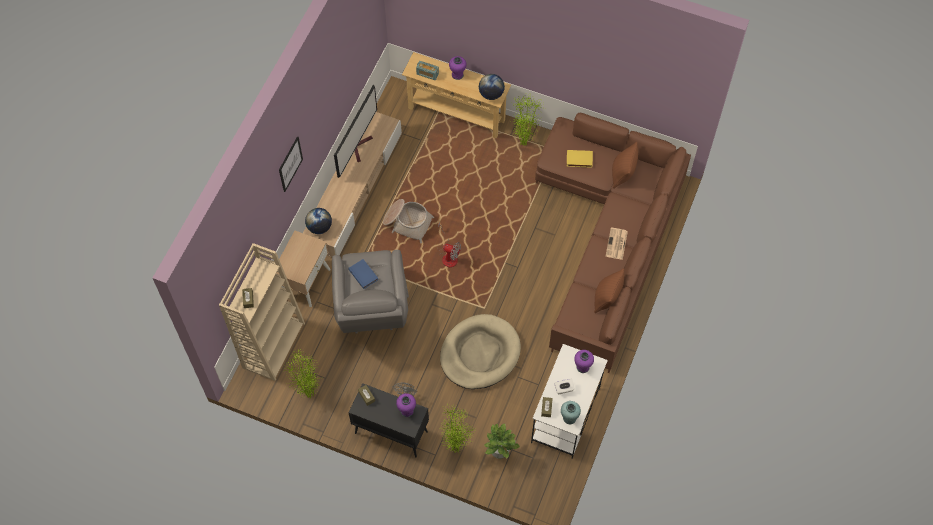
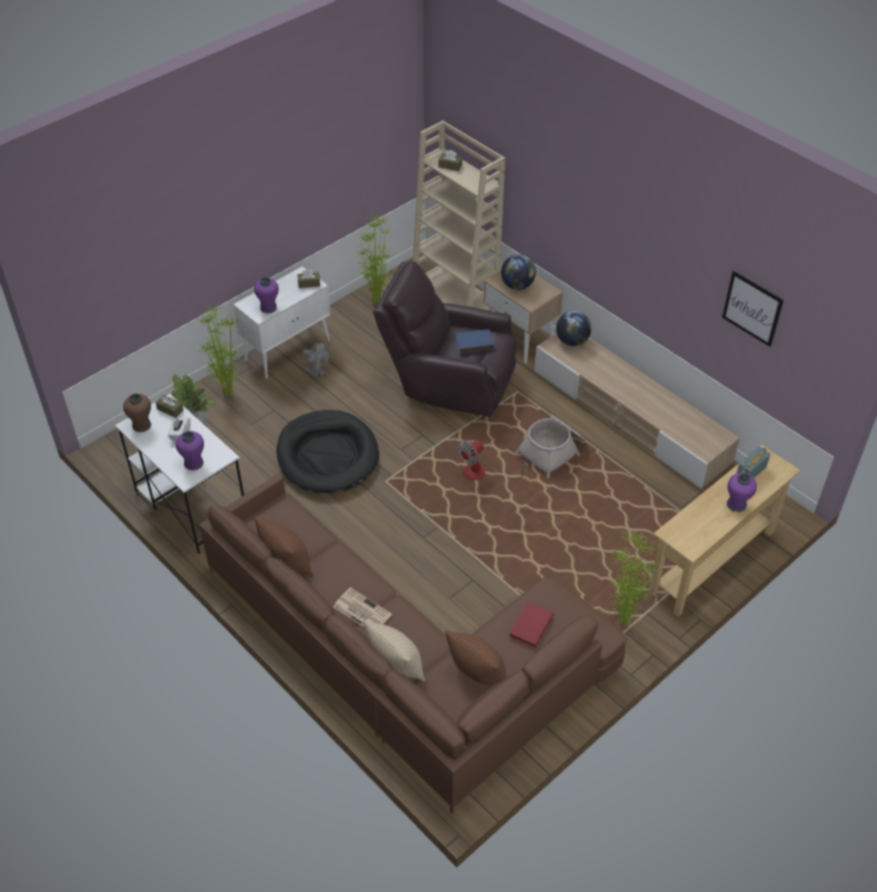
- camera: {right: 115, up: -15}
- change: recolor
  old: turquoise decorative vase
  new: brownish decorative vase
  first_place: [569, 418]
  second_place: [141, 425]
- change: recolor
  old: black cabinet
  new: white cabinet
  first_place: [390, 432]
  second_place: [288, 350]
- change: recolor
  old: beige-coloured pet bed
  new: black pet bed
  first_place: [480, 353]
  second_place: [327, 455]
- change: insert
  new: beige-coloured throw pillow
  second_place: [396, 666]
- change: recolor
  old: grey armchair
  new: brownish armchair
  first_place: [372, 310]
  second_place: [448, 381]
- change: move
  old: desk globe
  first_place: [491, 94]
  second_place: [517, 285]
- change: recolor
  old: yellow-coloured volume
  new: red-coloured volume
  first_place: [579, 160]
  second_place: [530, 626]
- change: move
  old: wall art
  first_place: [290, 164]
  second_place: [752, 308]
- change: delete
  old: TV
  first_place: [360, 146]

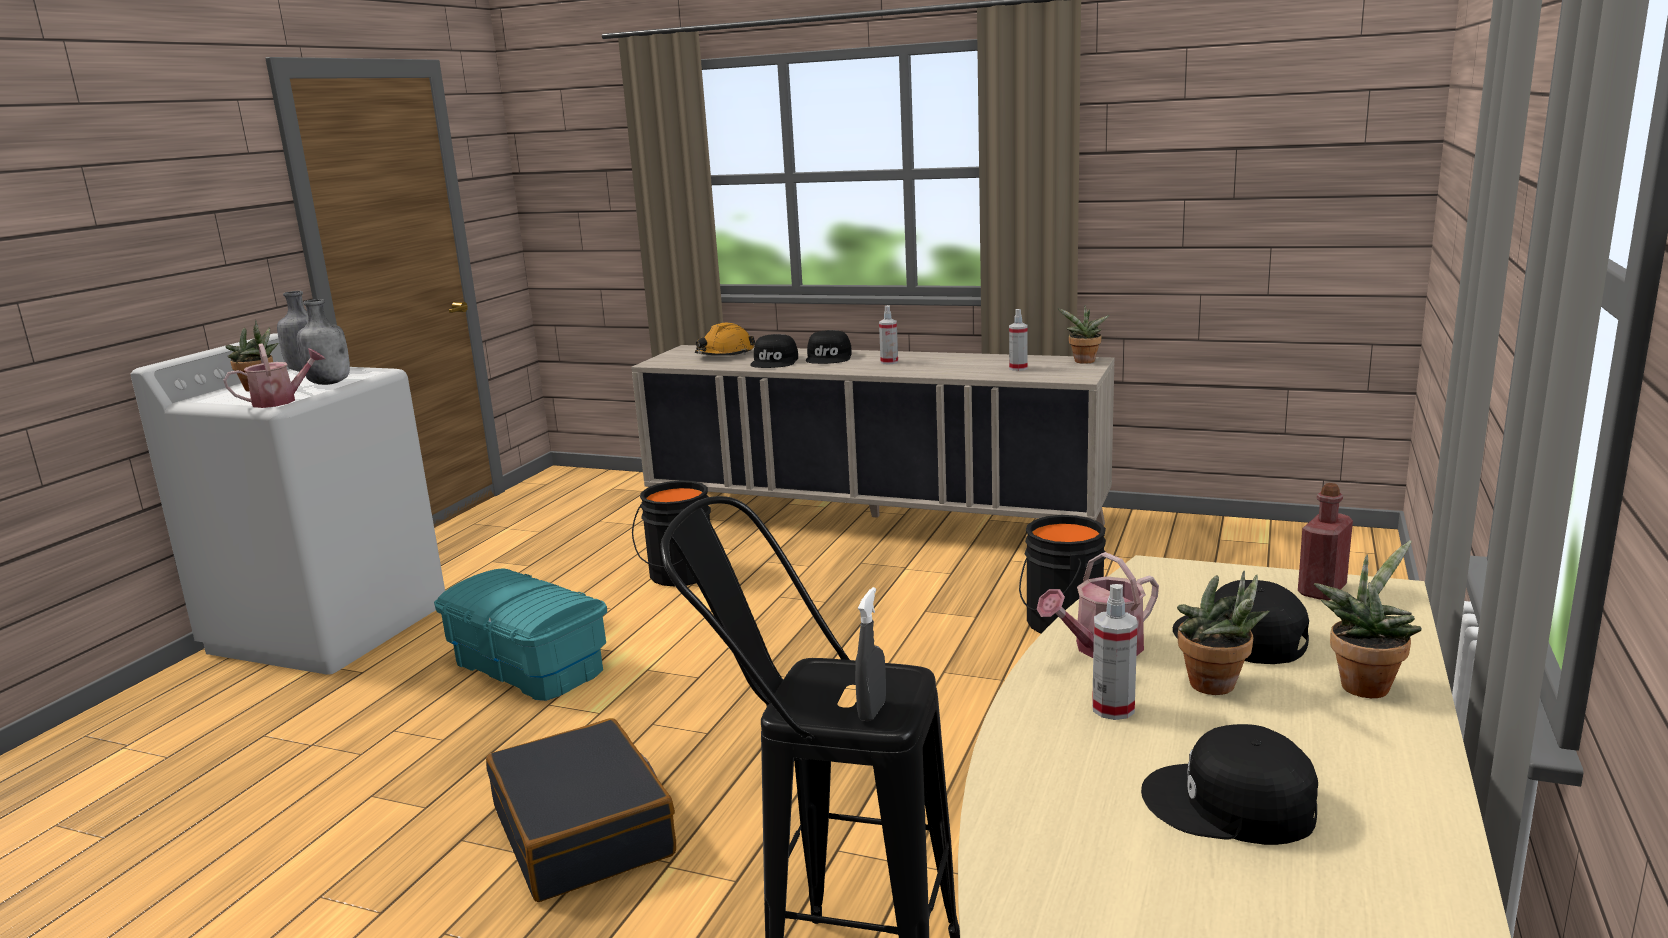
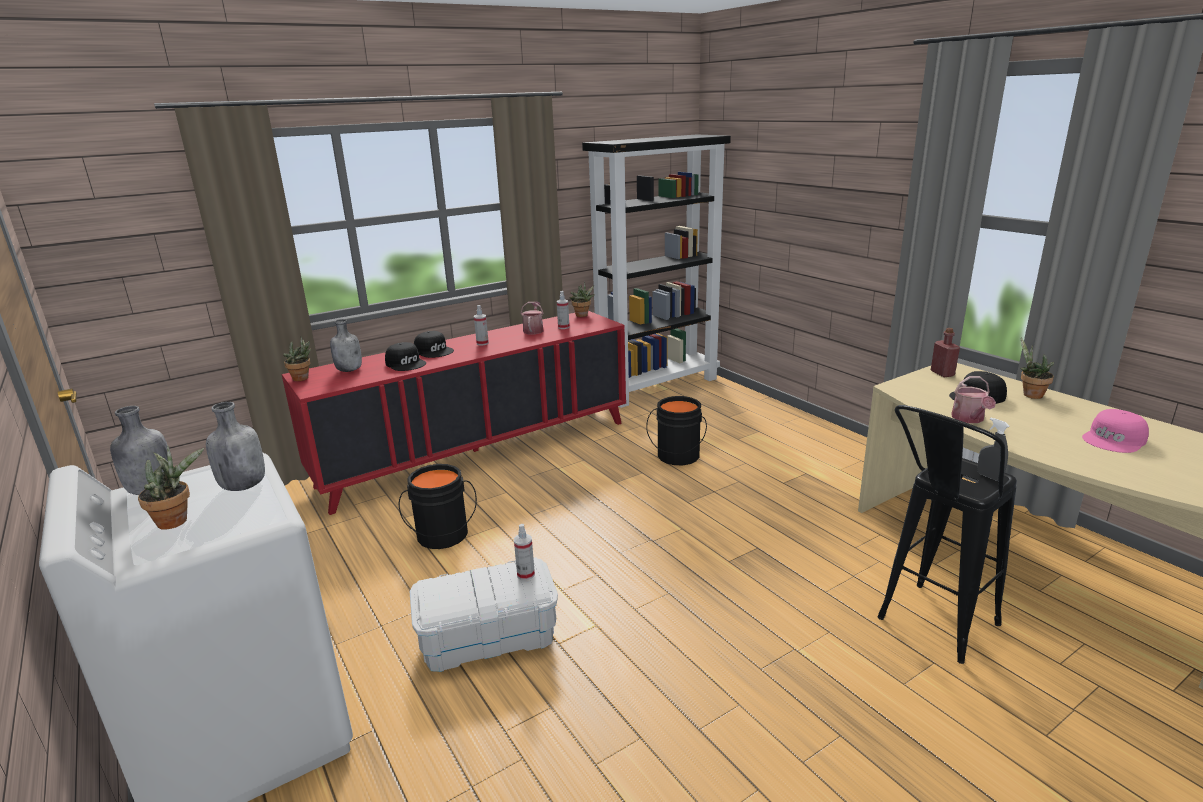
- camera: {right: -55, up: 5}
- change: recolor
  old: beige-coloured cabinet
  new: red-coloured cabinet
  first_place: [872, 519]
  second_place: [477, 453]
- change: move
  old: potted plant
  first_place: [1218, 687]
  second_place: [303, 378]
- change: replace
  old: orangey work helmet
  new: grey bottle
  first_place: [725, 355]
  second_place: [350, 370]
- change: recolor
  old: turquoise storage bin
  new: white storage bin
  first_place: [527, 666]
  second_place: [488, 638]
- change: move
  old: spray bottle
  first_place: [1113, 709]
  second_place: [525, 574]
- change: move
  old: sprinkling can
  first_place: [281, 401]
  second_place: [533, 330]
- change: insert
  new: black bookcase
  second_place: [658, 386]
- change: recolor
  old: black cap
  new: pink-coloured cap
  first_place: [1230, 805]
  second_place: [1115, 440]
- change: delete
  old: black suitcase
  first_place: [584, 831]

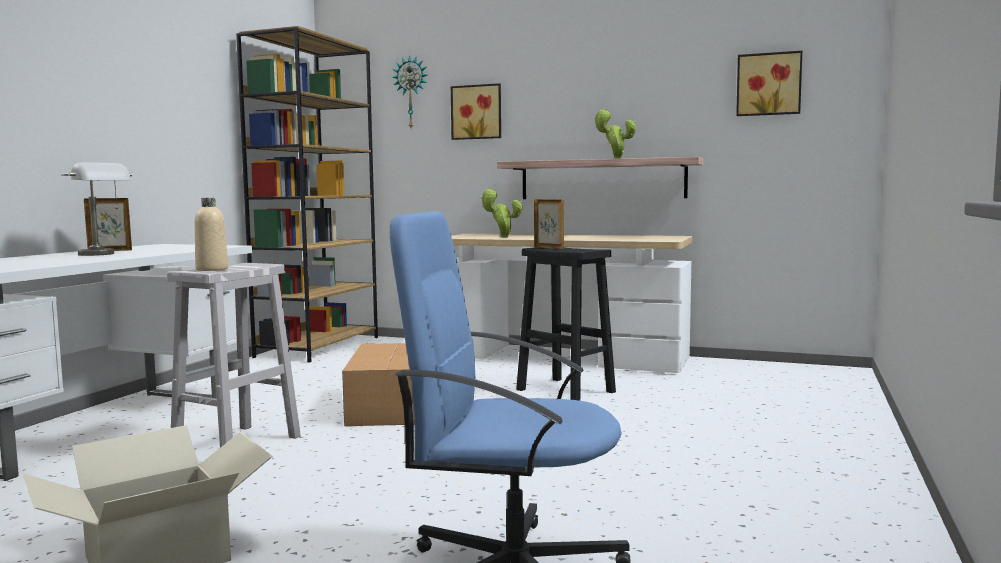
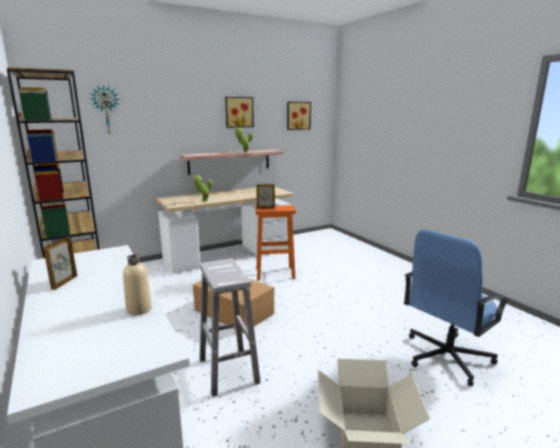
- camera: {right: -50, up: 10}
- change: move
  old: beige-coloured bottle
  first_place: [212, 269]
  second_place: [139, 309]
- change: move
  old: wall art
  first_place: [477, 112]
  second_place: [238, 112]
- change: recolor
  old: black stool
  new: orangey stool
  first_place: [564, 390]
  second_place: [274, 273]
- change: delete
  old: grey table lamp
  first_place: [103, 254]

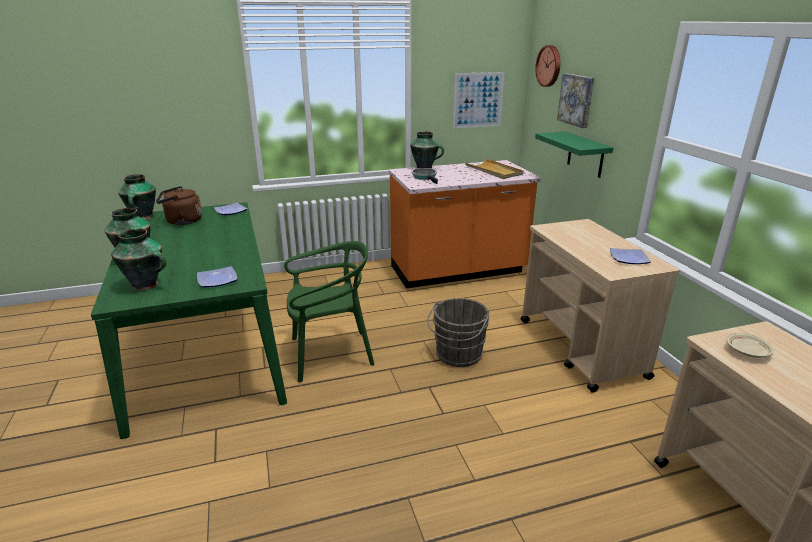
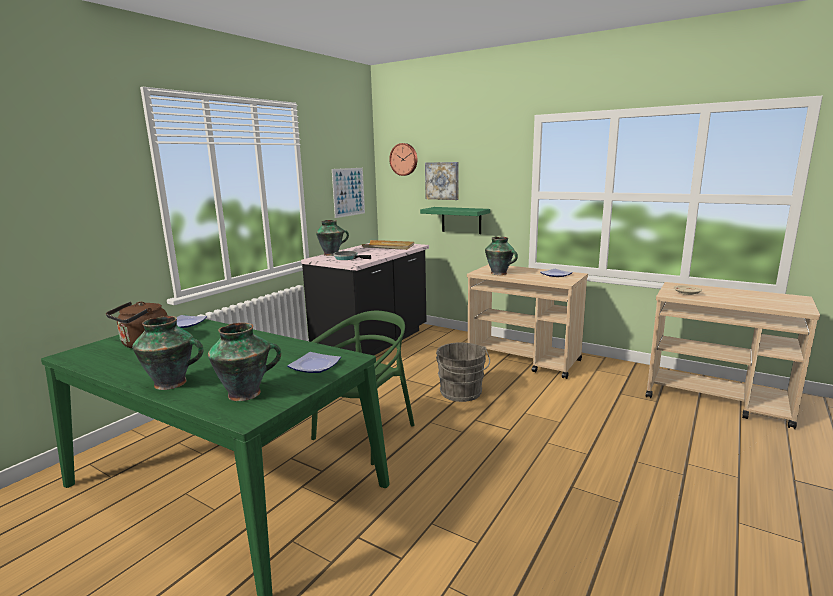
- camera: {right: -40, up: -10}
- change: recolor
  old: orangey kitchen counter
  new: black kitchen counter
  first_place: [458, 271]
  second_place: [373, 344]
- change: move
  old: decorative vase
  first_place: [143, 217]
  second_place: [499, 273]

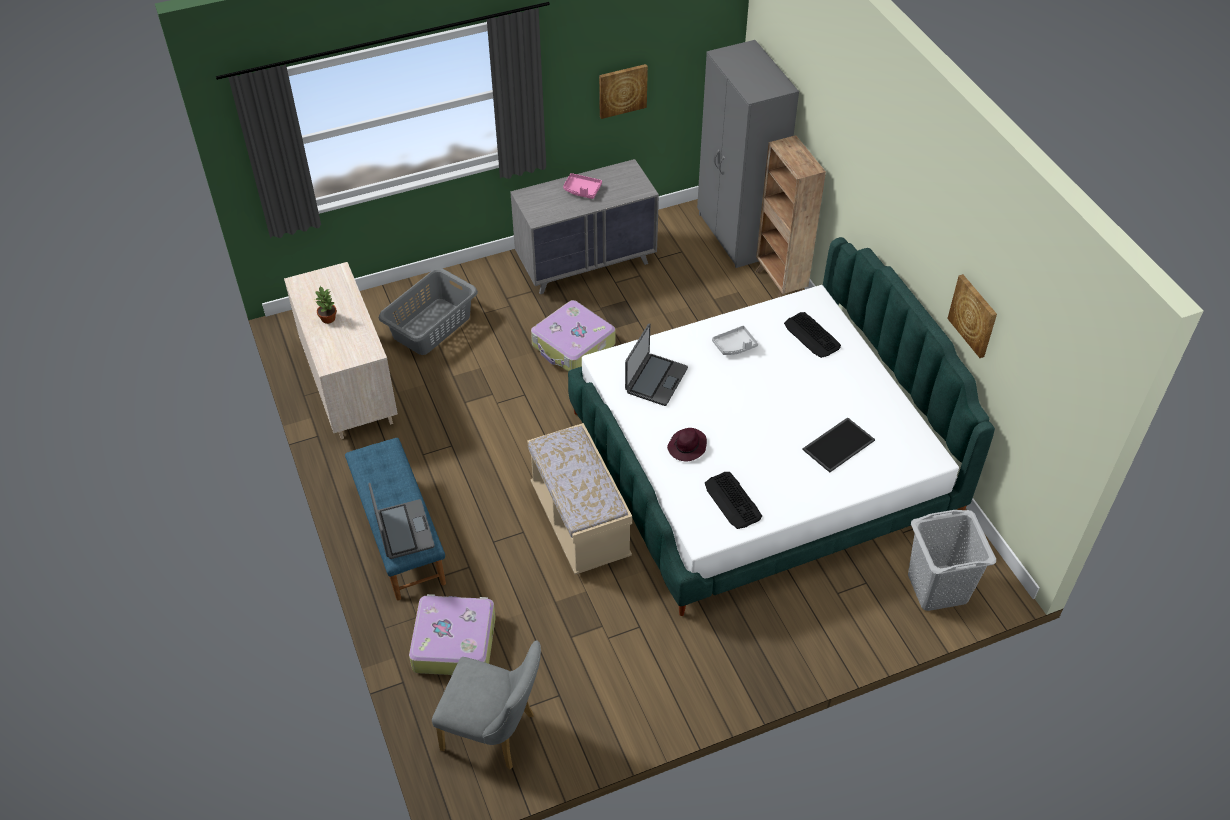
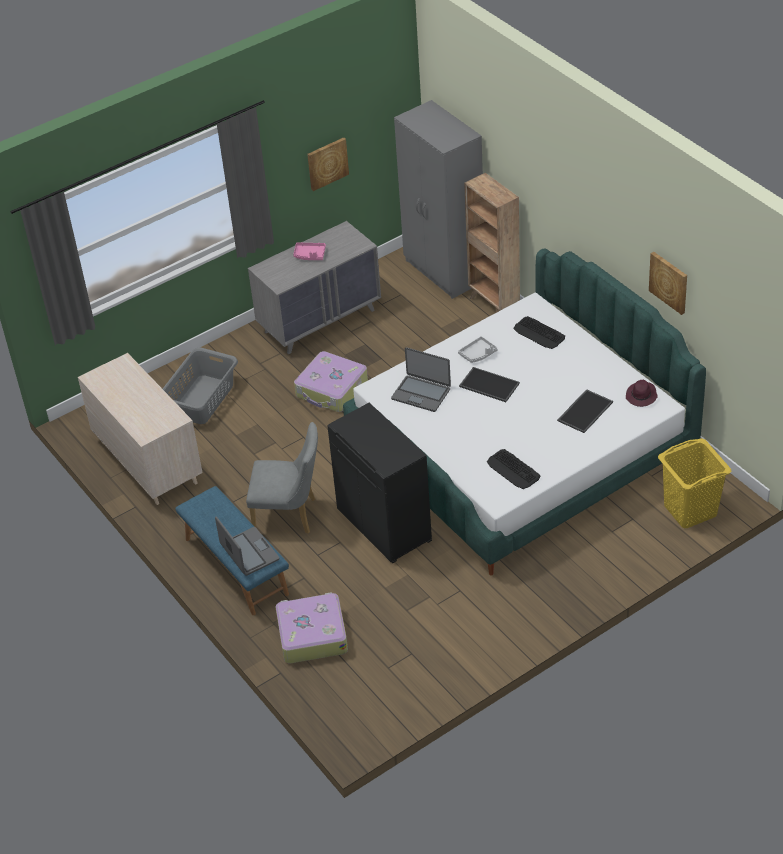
- camera: {right: -10, up: -5}
- change: move
  old: grey upright chair
  first_place: [495, 733]
  second_place: [290, 516]
- change: replace
  old: beige-coloured indoor bench
  new: black cabinet
  first_place: [580, 522]
  second_place: [385, 524]
- change: rotate
  old: laptop
  first_place: [655, 380]
  second_place: [421, 393]
  degrees: 105
- change: insert
  new: tray
  second_place: [488, 385]
- change: move
  old: purplish wearable hat
  first_place: [687, 447]
  second_place: [641, 396]
- change: recolor
  old: grey hamper
  new: yellow-coloured hamper
  first_place: [938, 587]
  second_place: [690, 510]
- change: delete
  old: potted plant
  first_place: [328, 318]

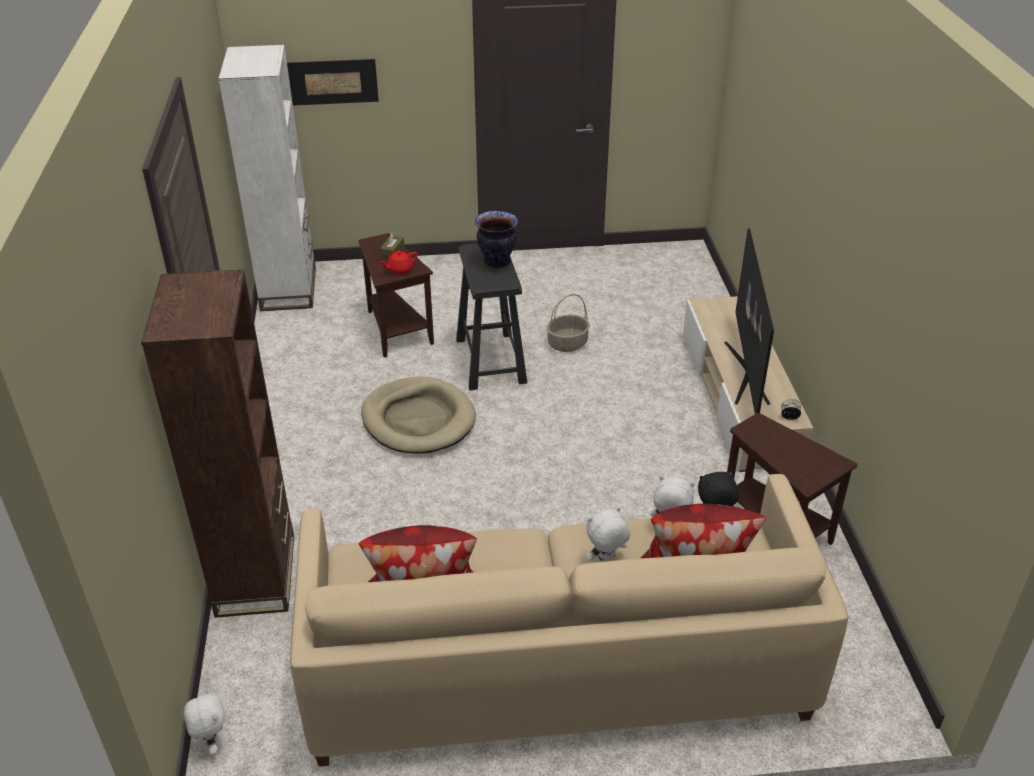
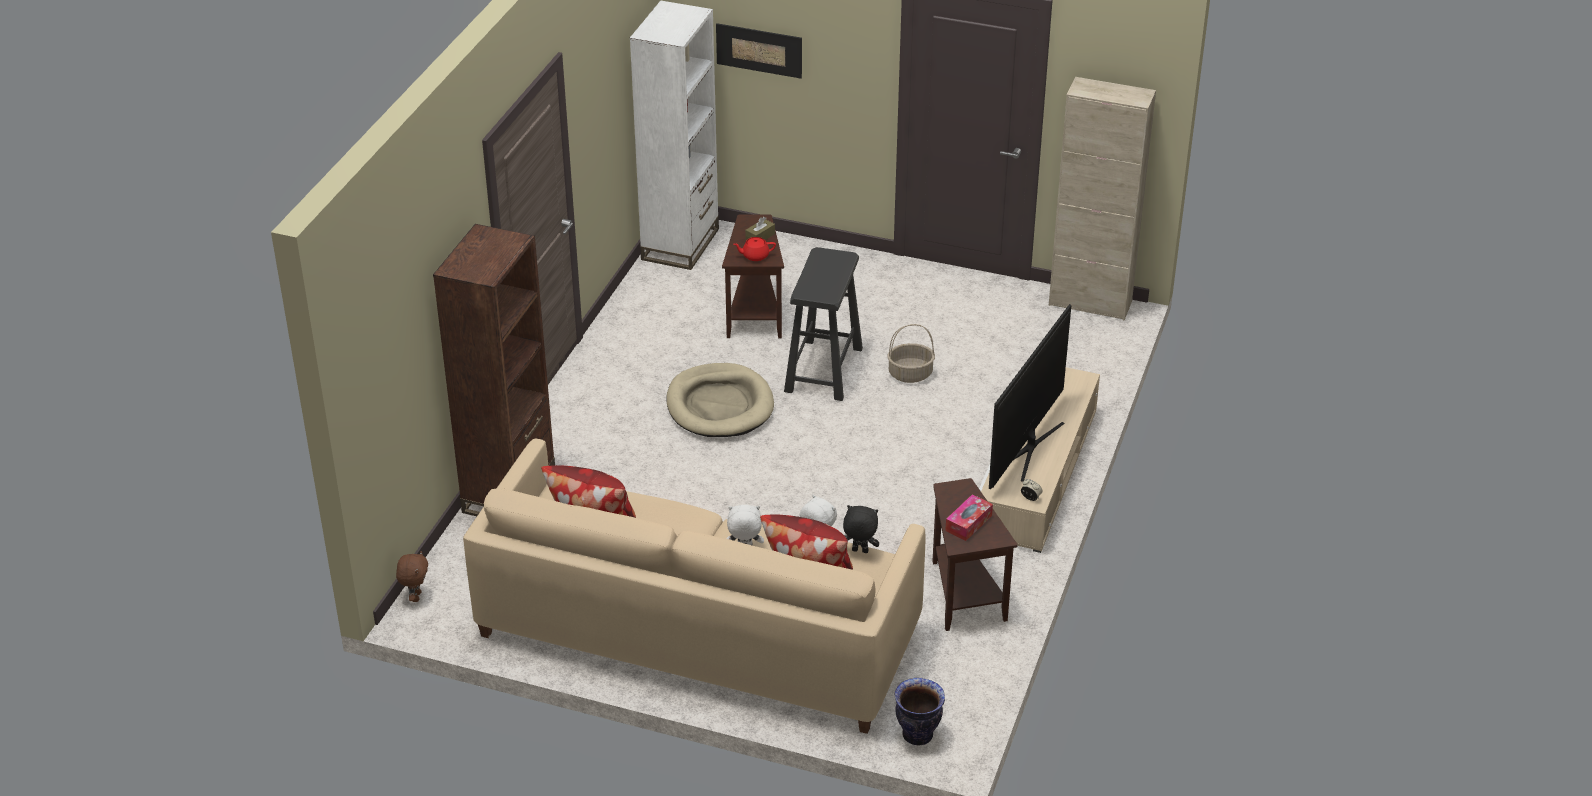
- camera: {right: 25, up: 0}
- change: recolor
  old: white plush toy
  new: brownish plush toy
  first_place: [212, 743]
  second_place: [415, 597]
- change: move
  old: decorative vase
  first_place: [497, 262]
  second_place: [918, 735]
- change: insert
  new: box of tissues
  second_place: [968, 523]
- change: insert
  new: beige-coloured cabinet
  second_place: [1090, 303]

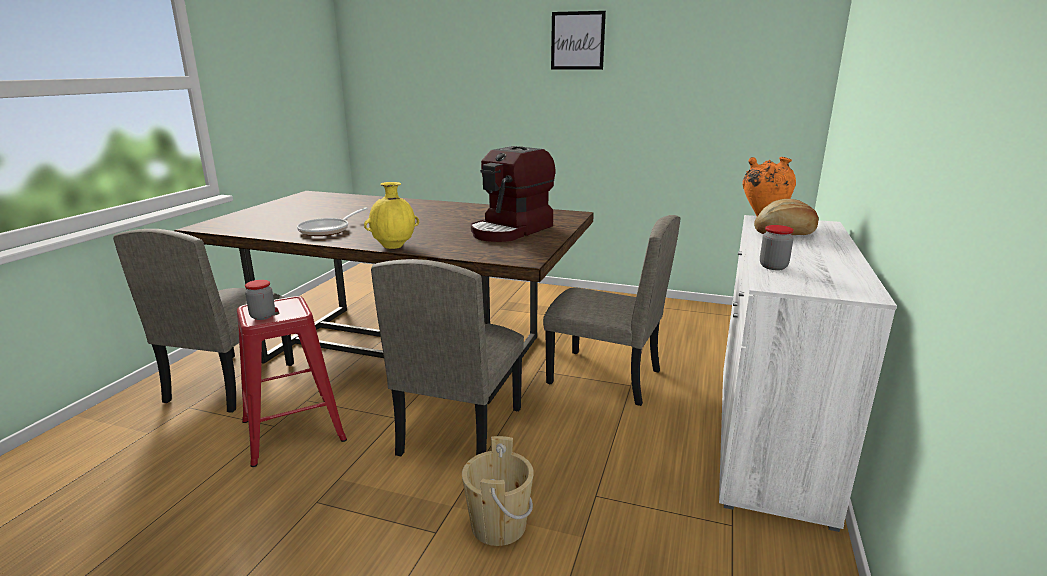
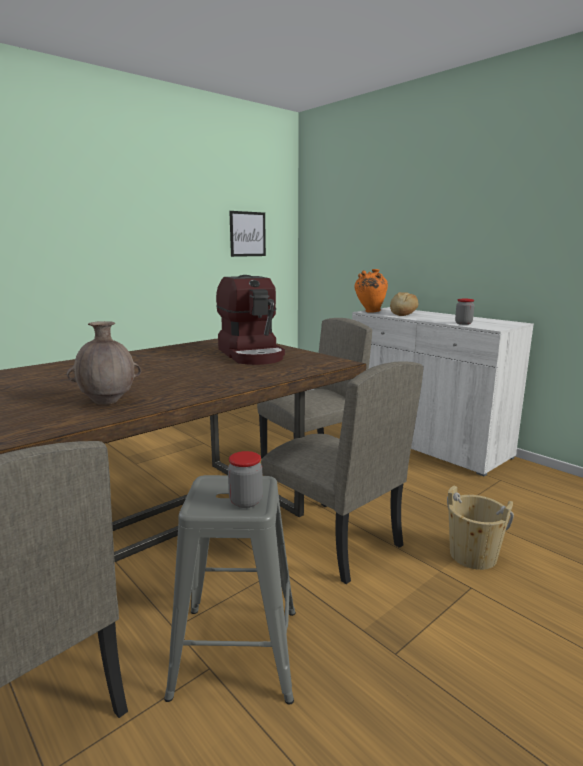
- camera: {right: -60, up: -5}
- change: replace
  old: skillet
  new: brownish decorative vase
  first_place: [328, 230]
  second_place: [108, 401]
- change: recolor
  old: red-coloured stool
  new: grey stool
  first_place: [291, 430]
  second_place: [235, 652]
- change: move
  old: wall art
  first_place: [577, 40]
  second_place: [247, 234]
- change: delete
  old: yellow-coloured decorative vase
  first_place: [394, 247]

